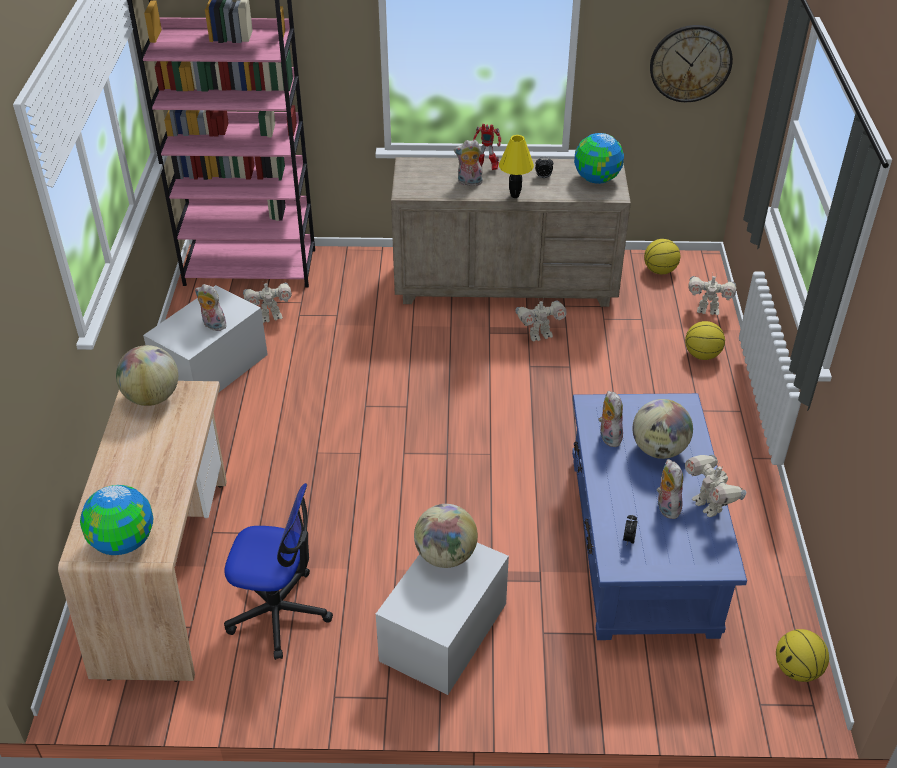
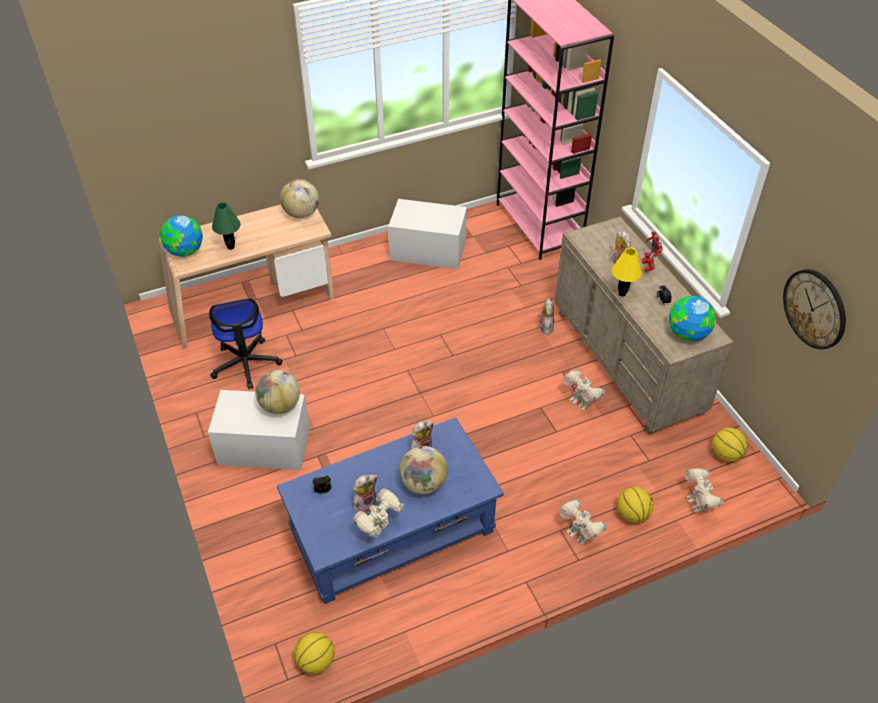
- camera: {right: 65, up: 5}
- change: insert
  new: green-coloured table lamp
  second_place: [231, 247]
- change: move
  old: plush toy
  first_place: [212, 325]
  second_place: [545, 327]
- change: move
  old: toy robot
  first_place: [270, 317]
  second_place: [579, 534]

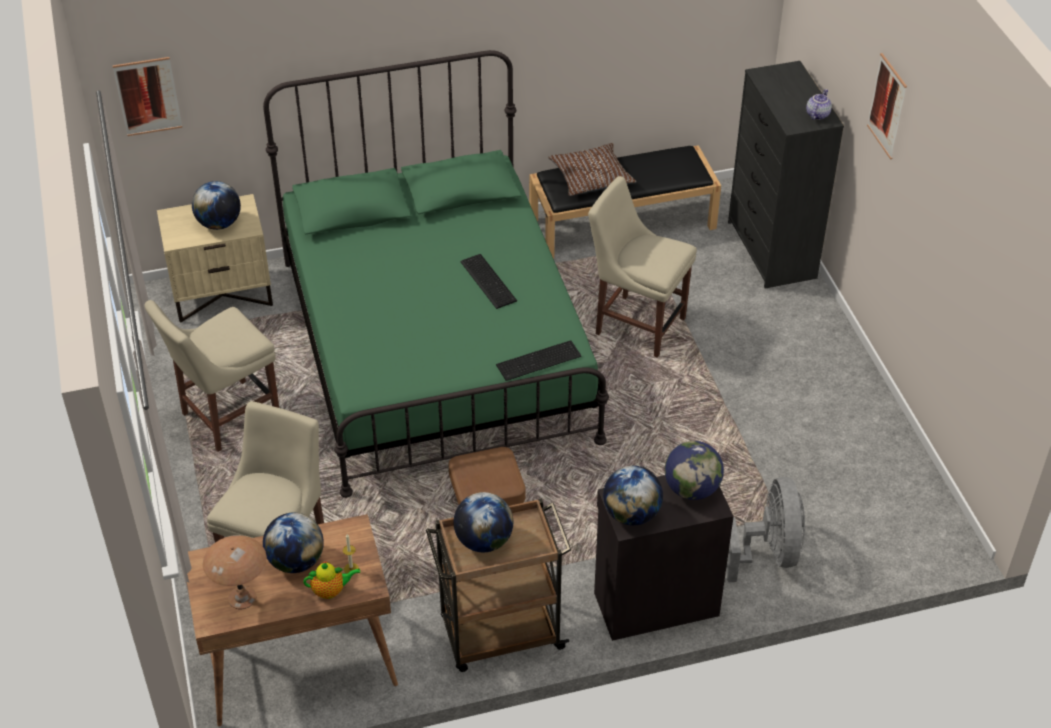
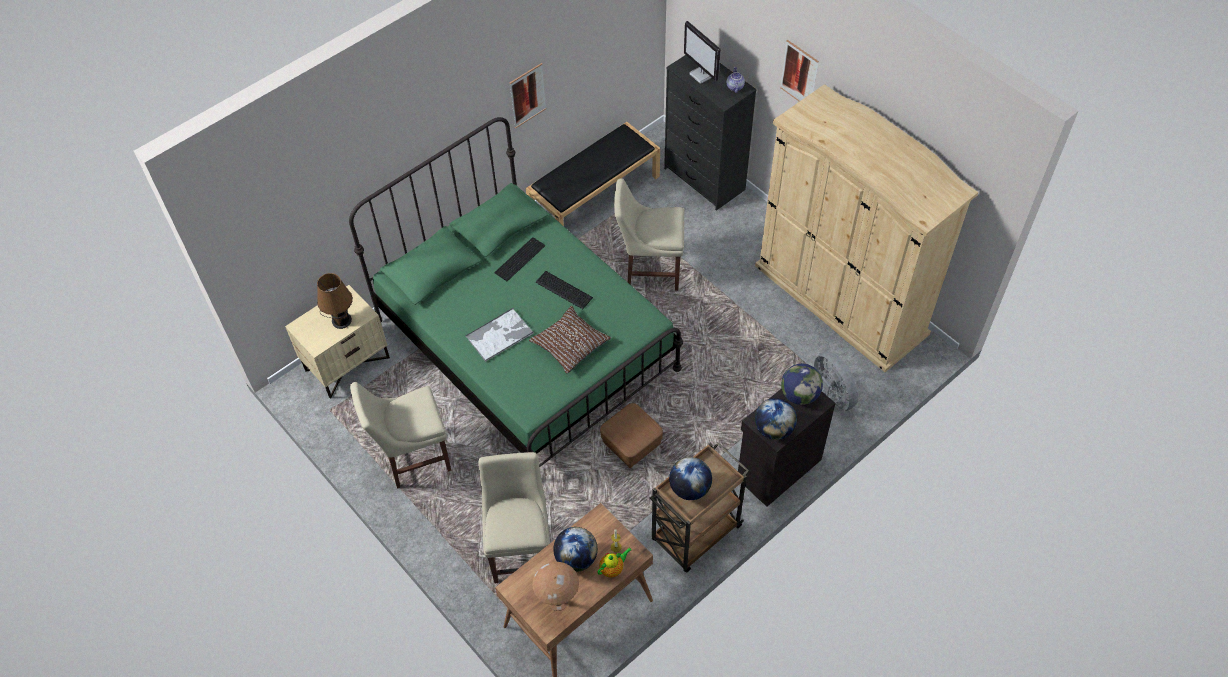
- camera: {right: -25, up: 10}
- change: replace
  old: desk globe
  new: brownish table lamp
  first_place: [219, 223]
  second_place: [340, 319]
- change: rotate
  old: beige-coloured upright chair
  first_place: [226, 418]
  second_place: [413, 458]
  degrees: 45
- change: insert
  new: tray
  second_place: [500, 335]
- change: move
  old: PC keyboard
  first_place: [540, 361]
  second_place: [521, 259]
- change: move
  old: wall art
  first_place: [148, 96]
  second_place: [527, 95]
- change: move
  old: brownish throw pillow
  first_place: [591, 177]
  second_place: [570, 344]
- change: insert
  new: monitor
  second_place: [702, 75]
- change: insert
  new: beige-coloured armoire
  second_place: [840, 299]

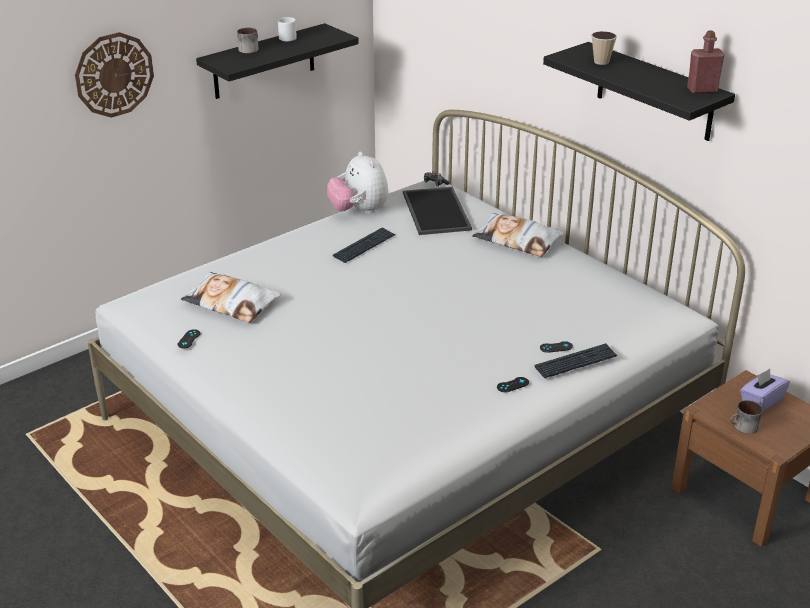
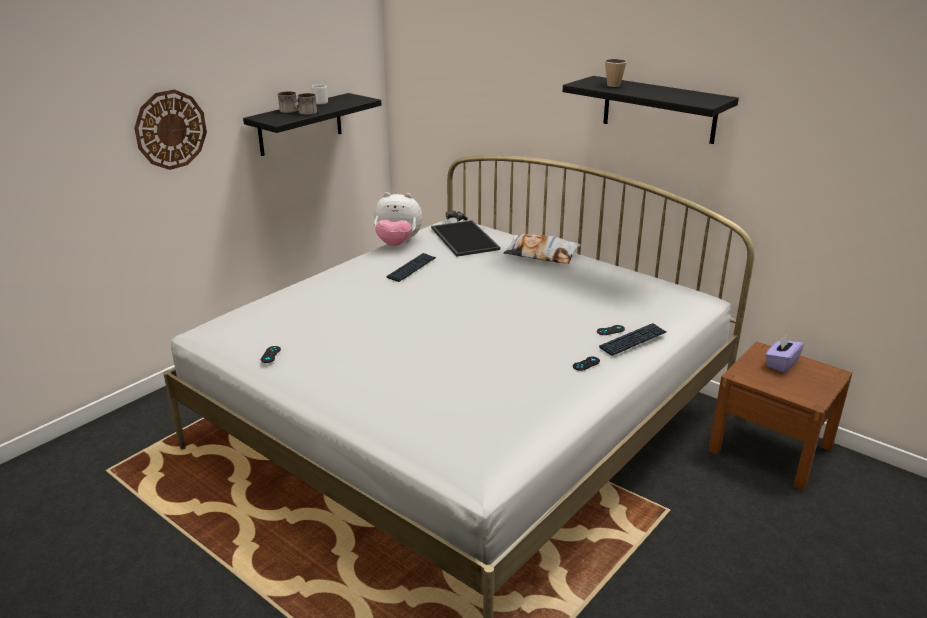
- camera: {right: -10, up: -5}
- change: move
  old: coffee mug
  first_place: [743, 427]
  second_place: [305, 113]
- change: rotate
  old: plush toy
  first_place: [359, 211]
  second_place: [397, 244]
  degrees: -45
- change: delete
  old: throw pillow
  first_place: [231, 303]
- change: delete
  old: red-coloured bottle
  first_place: [702, 90]

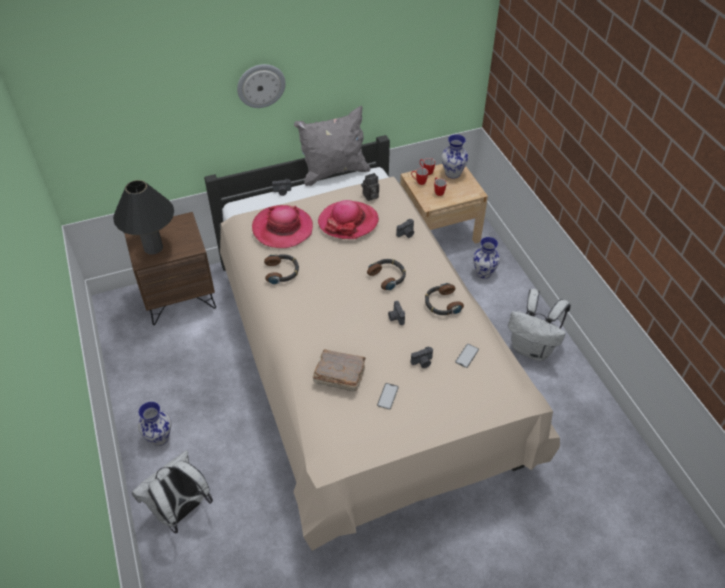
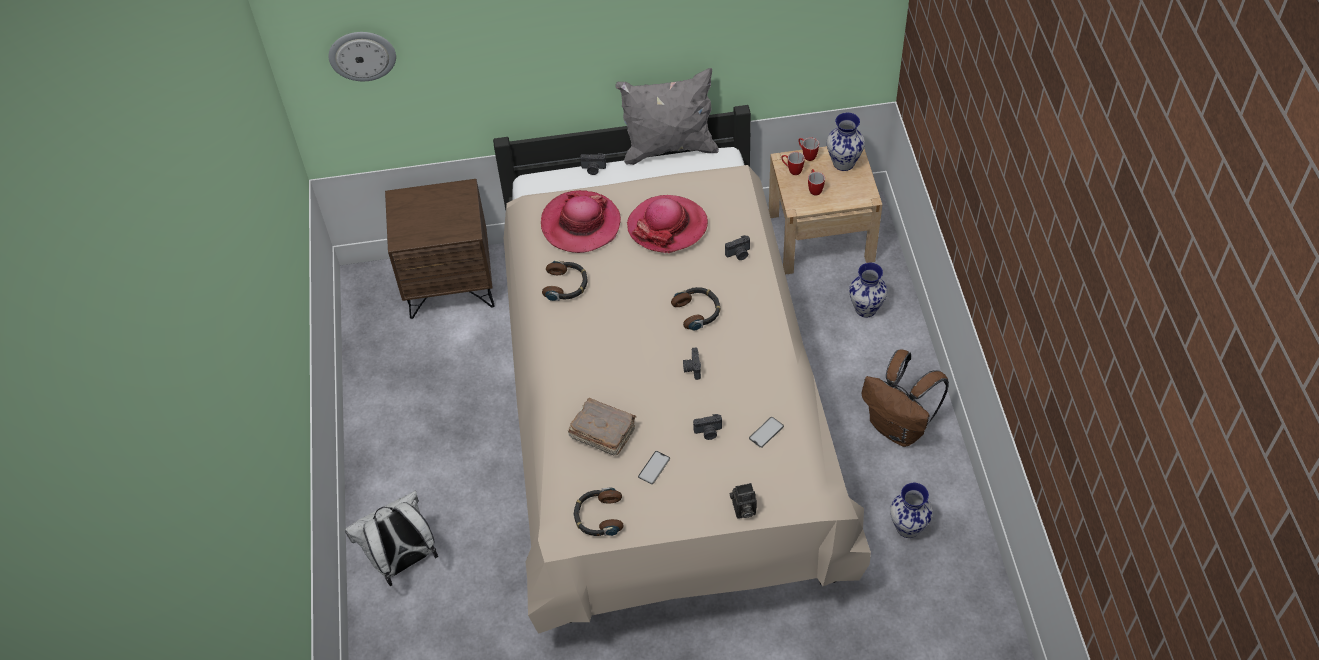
- camera: {right: 15, up: 5}
- change: move
  old: clock on the wall
  first_place: [261, 85]
  second_place: [362, 55]
- change: move
  old: headphones
  first_place: [442, 304]
  second_place: [598, 516]
- change: move
  old: still camera
  first_place: [370, 196]
  second_place: [743, 510]
- change: recolor
  old: white rucksack
  new: brownish rucksack
  first_place: [532, 348]
  second_place: [899, 428]
- change: move
  old: decorative vase
  first_place: [159, 437]
  second_place: [907, 527]
- change: delete
  old: black table lamp
  first_place: [153, 247]

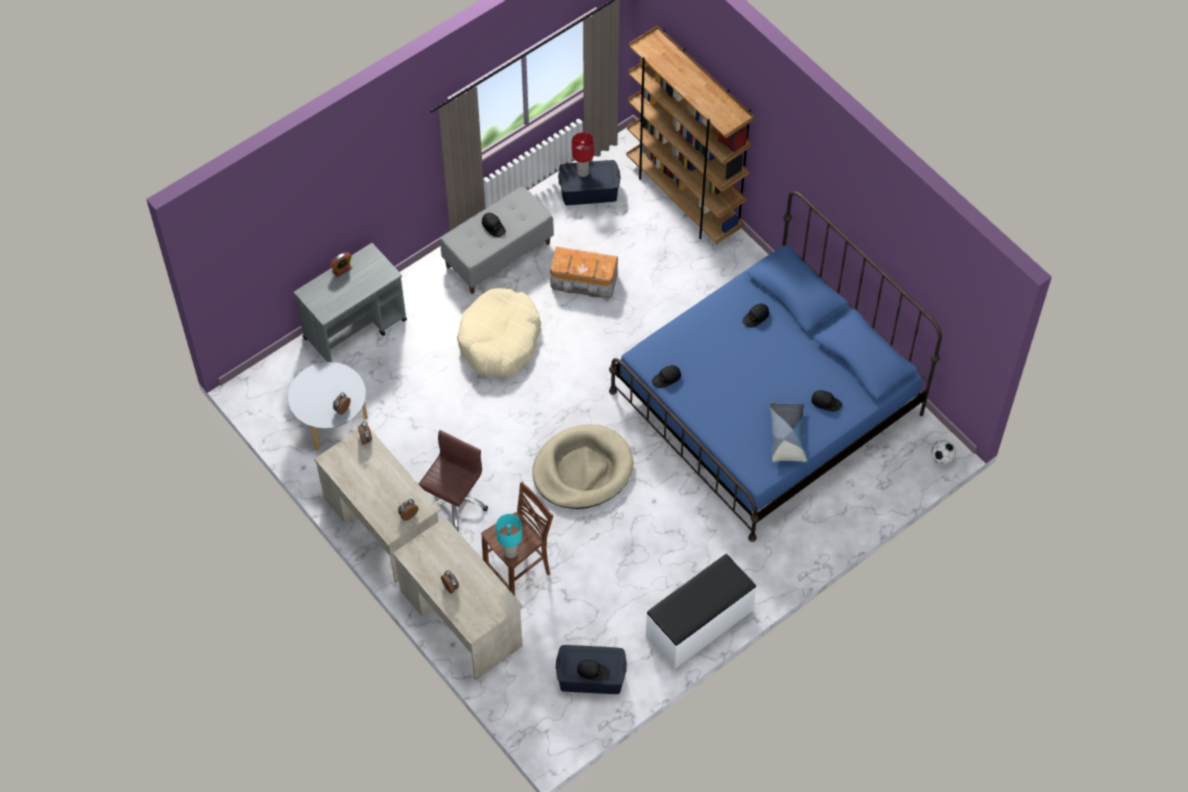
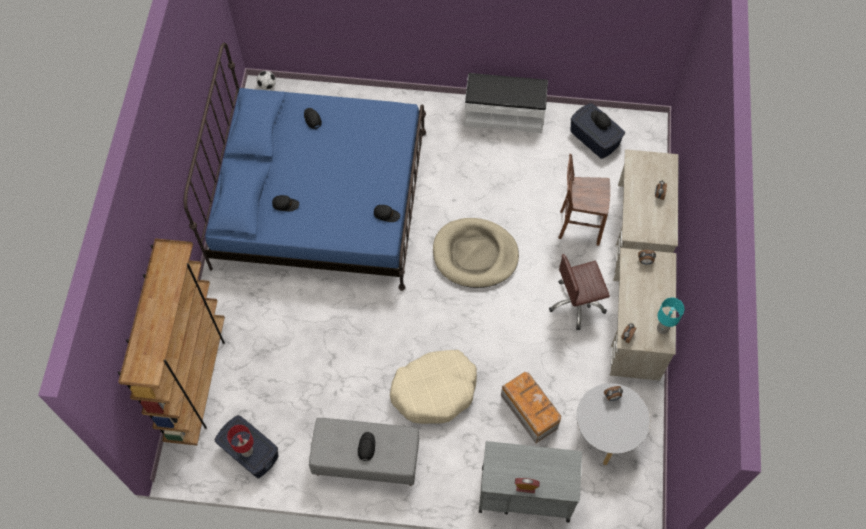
- camera: {right: -135, up: 5}
- change: move
  old: storage bin
  first_place: [584, 281]
  second_place: [529, 410]
- change: move
  old: turquoise table lamp
  first_place: [510, 552]
  second_place: [662, 329]
- change: delete
  old: throw pillow
  first_place: [787, 436]

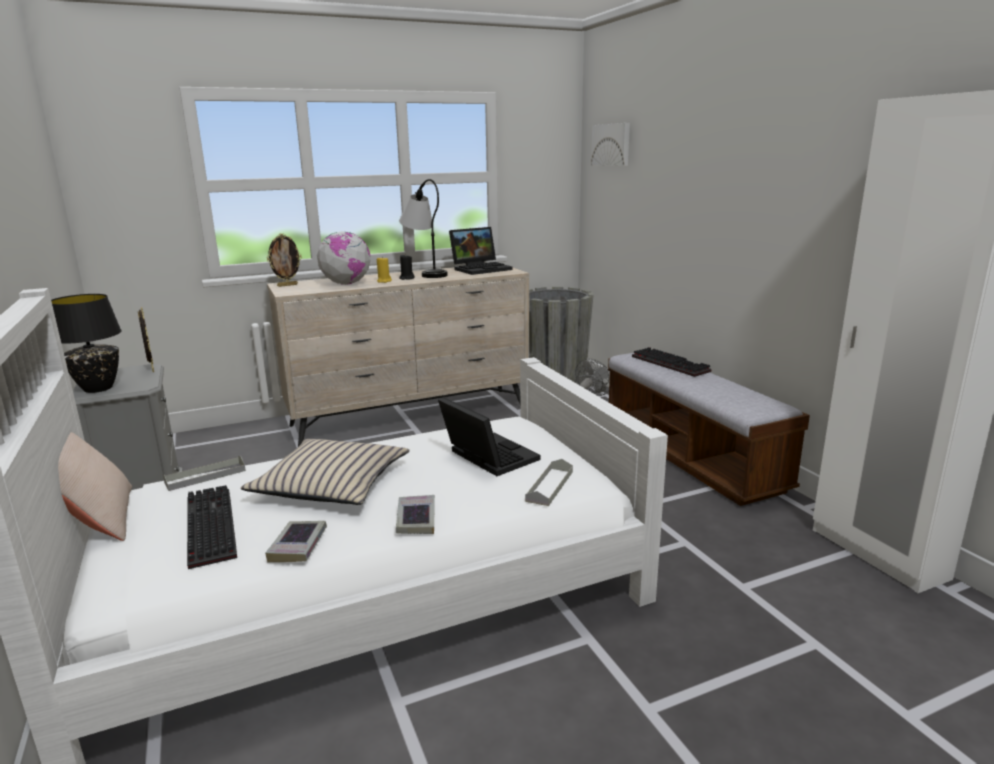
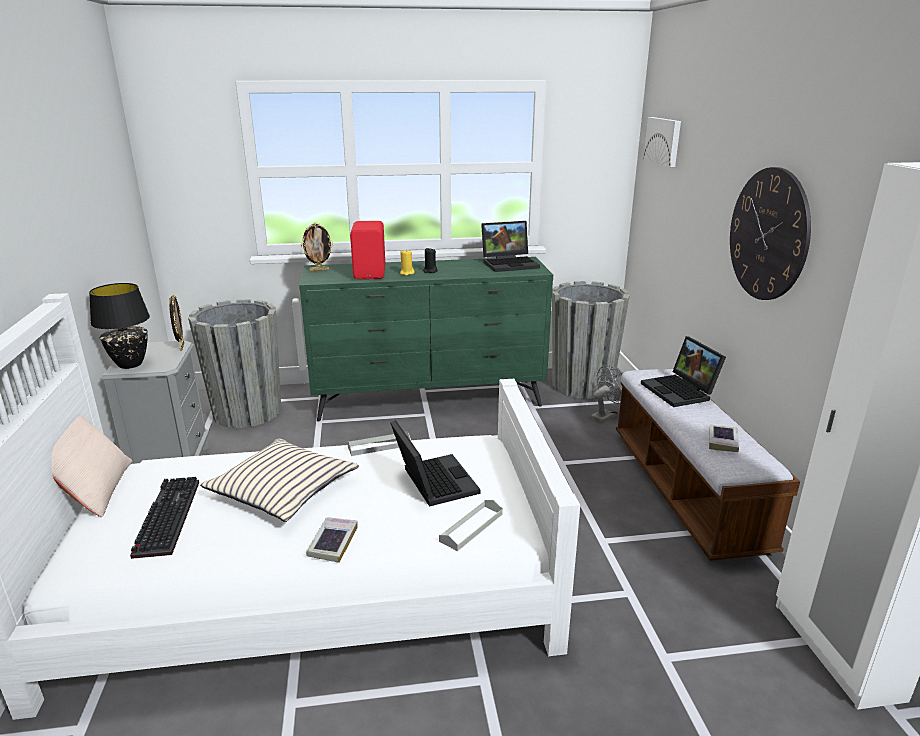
- camera: {right: 15, up: 5}
- change: insert
  new: grey flower pot
  second_place: [247, 412]
- change: recolor
  old: beige-coloured dresser
  new: green-coloured dresser
  first_place: [411, 417]
  second_place: [429, 400]
- change: move
  old: grey tray
  first_place: [205, 476]
  second_place: [379, 446]
- change: replace
  old: desk globe
  new: red-coloured audio speaker
  first_place: [346, 284]
  second_place: [371, 273]
- change: replace
  old: PC keyboard
  new: laptop
  first_place: [672, 364]
  second_place: [681, 391]
- change: move
  old: volume
  first_place: [298, 546]
  second_place: [723, 441]
- change: insert
  new: clock on the wall
  second_place: [768, 234]
- change: delete
  old: table lamp
  first_place: [425, 273]

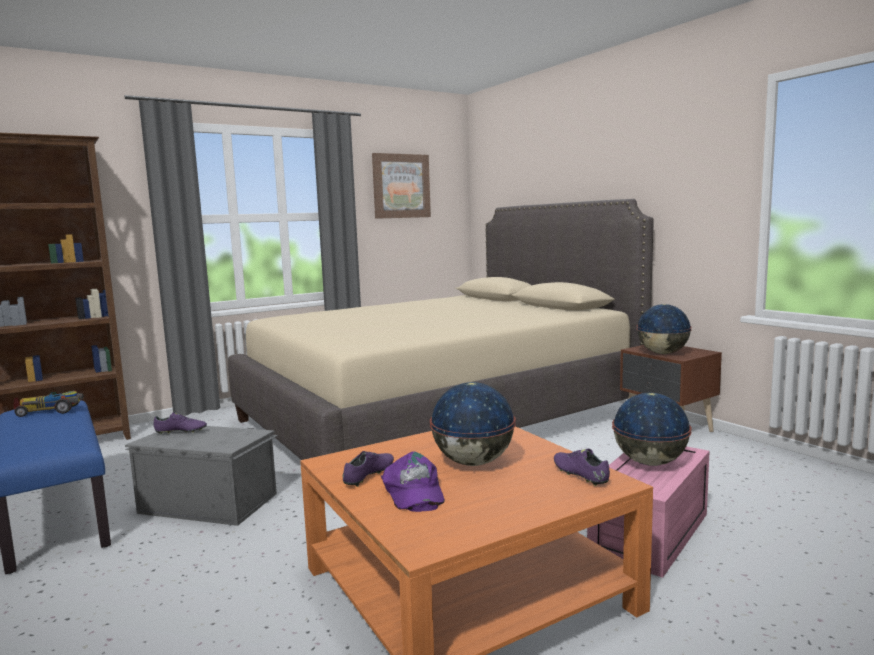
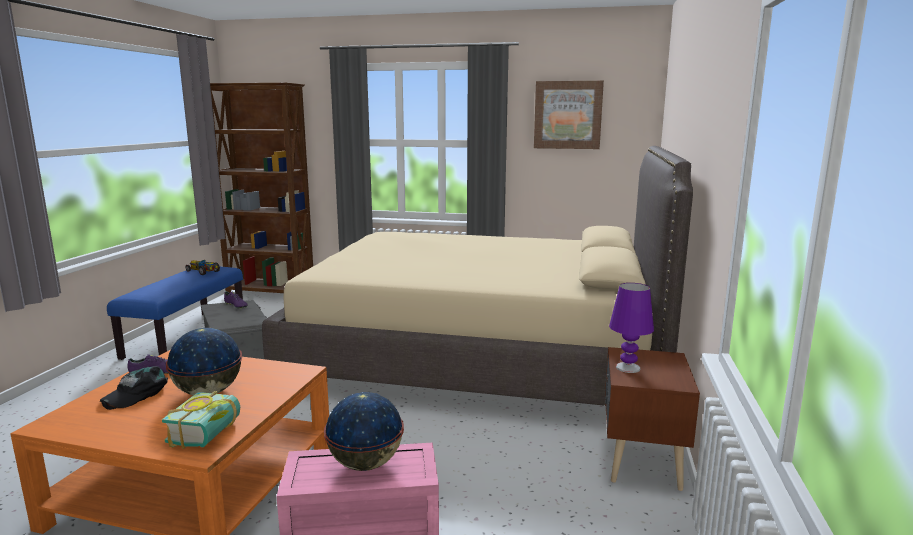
- camera: {right: 45, up: 5}
- change: recolor
  old: purplish cap
  new: black cap
  first_place: [412, 492]
  second_place: [136, 394]
- change: replace
  old: purplish item of footwear
  new: volume
  first_place: [580, 474]
  second_place: [211, 434]
- change: replace
  old: desk globe
  new: purplish table lamp
  first_place: [663, 353]
  second_place: [628, 368]

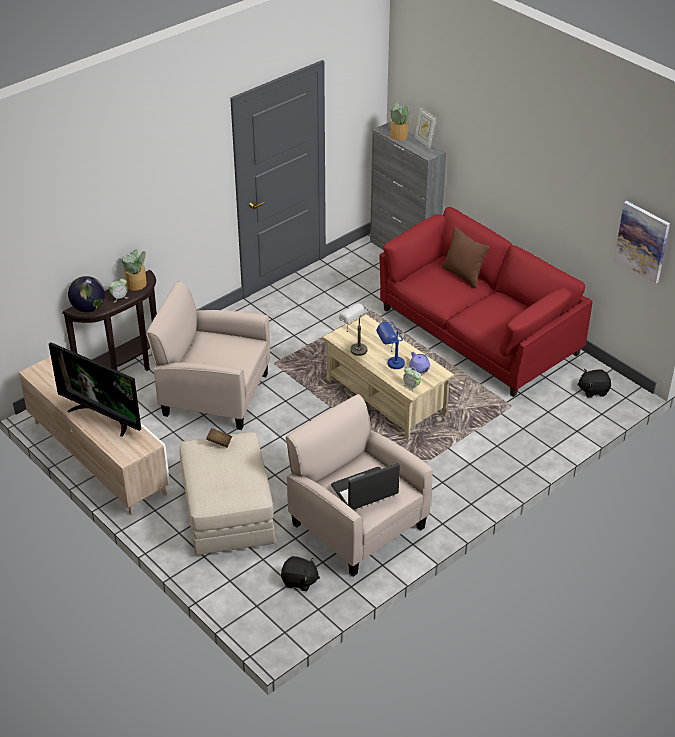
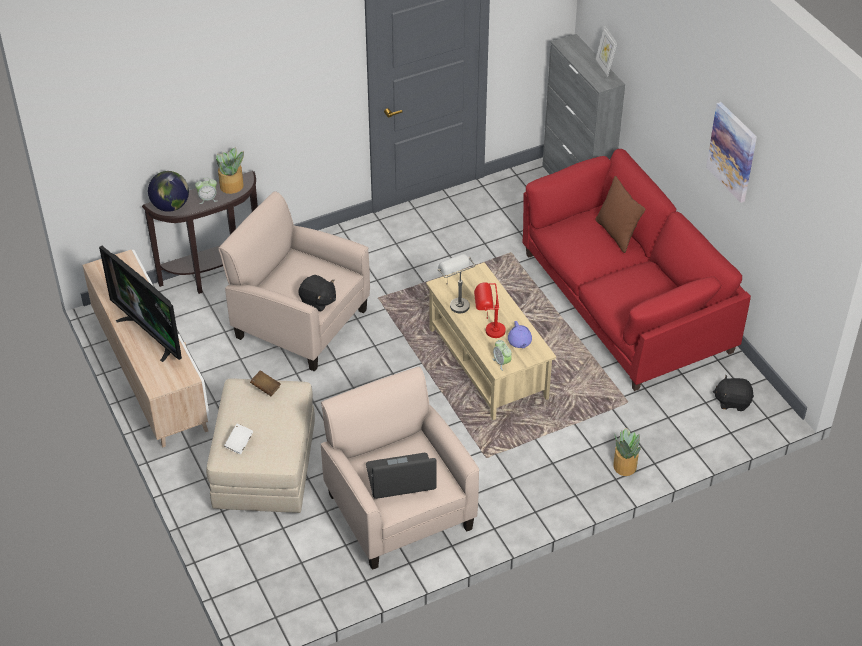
- camera: {right: 15, up: 5}
- change: insert
  new: white volume
  second_place: [239, 443]
- change: move
  old: black plush toy
  first_place: [299, 581]
  second_place: [318, 301]
- change: recolor
  old: blue table lamp
  new: red-coloured table lamp
  first_place: [390, 365]
  second_place: [488, 331]
- change: move
  old: potted plant
  first_place: [399, 136]
  second_place: [624, 466]
- change: move
  old: wall art
  first_place: [642, 241]
  second_place: [732, 151]

